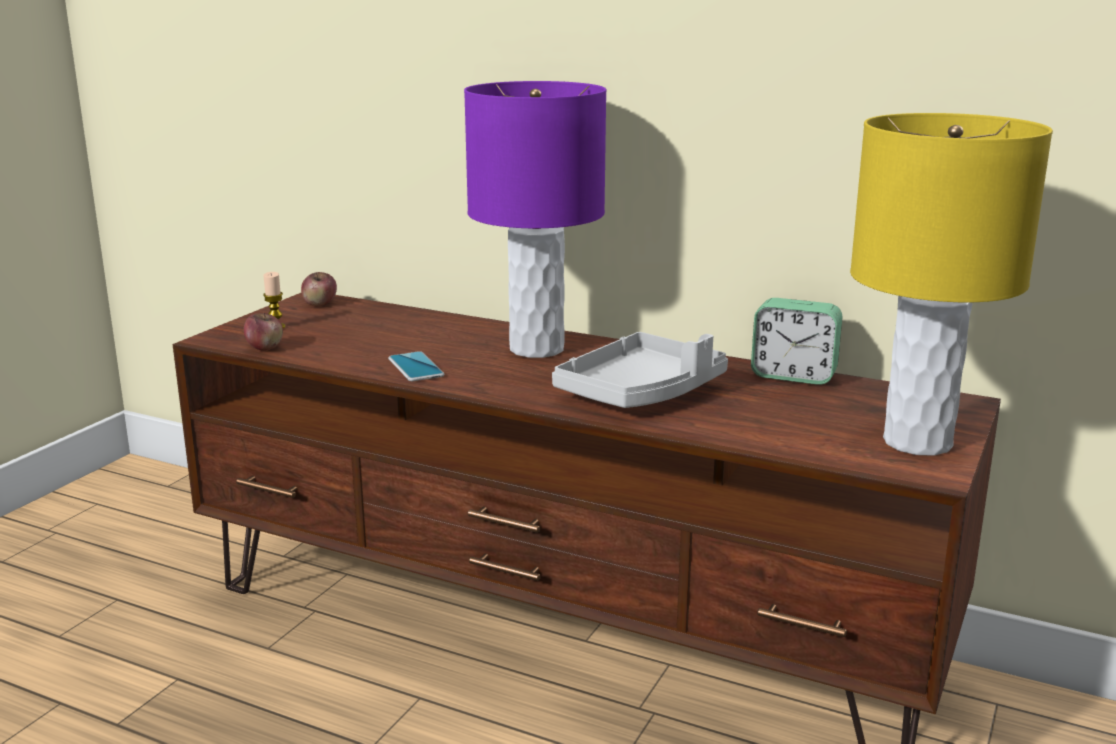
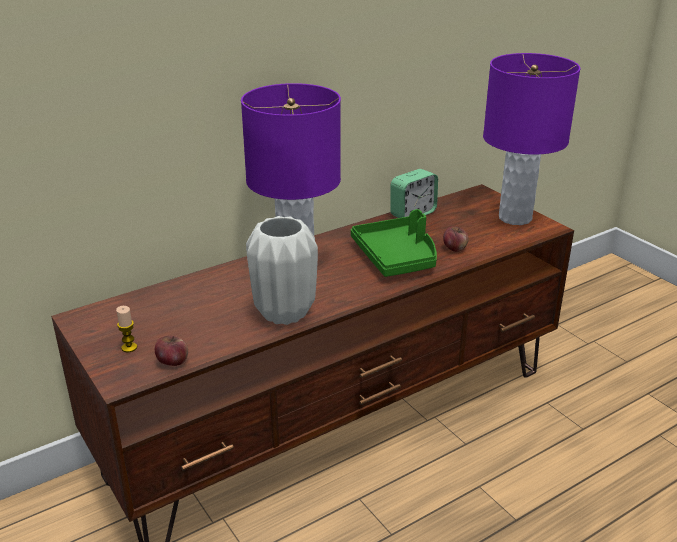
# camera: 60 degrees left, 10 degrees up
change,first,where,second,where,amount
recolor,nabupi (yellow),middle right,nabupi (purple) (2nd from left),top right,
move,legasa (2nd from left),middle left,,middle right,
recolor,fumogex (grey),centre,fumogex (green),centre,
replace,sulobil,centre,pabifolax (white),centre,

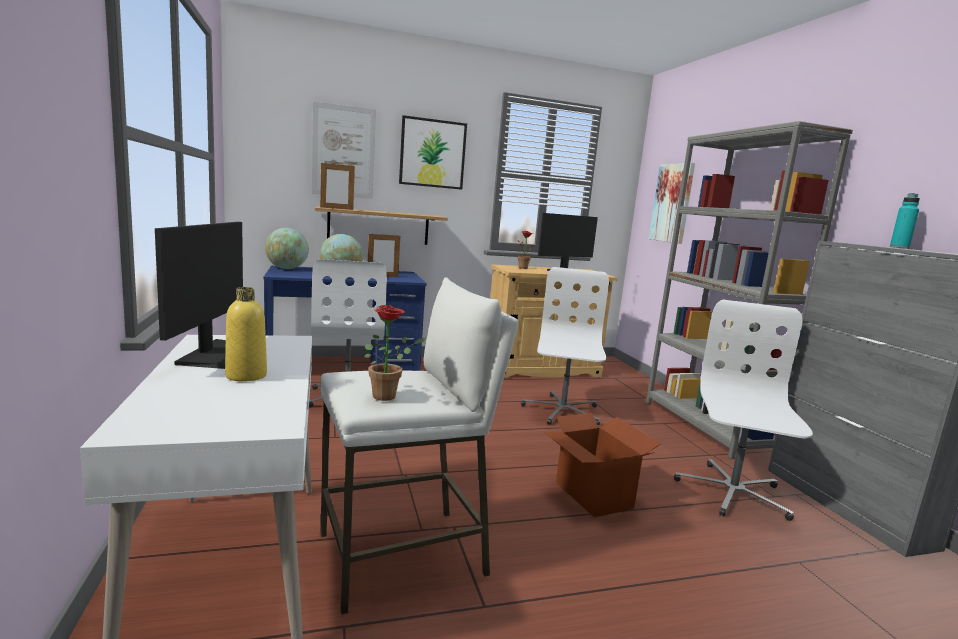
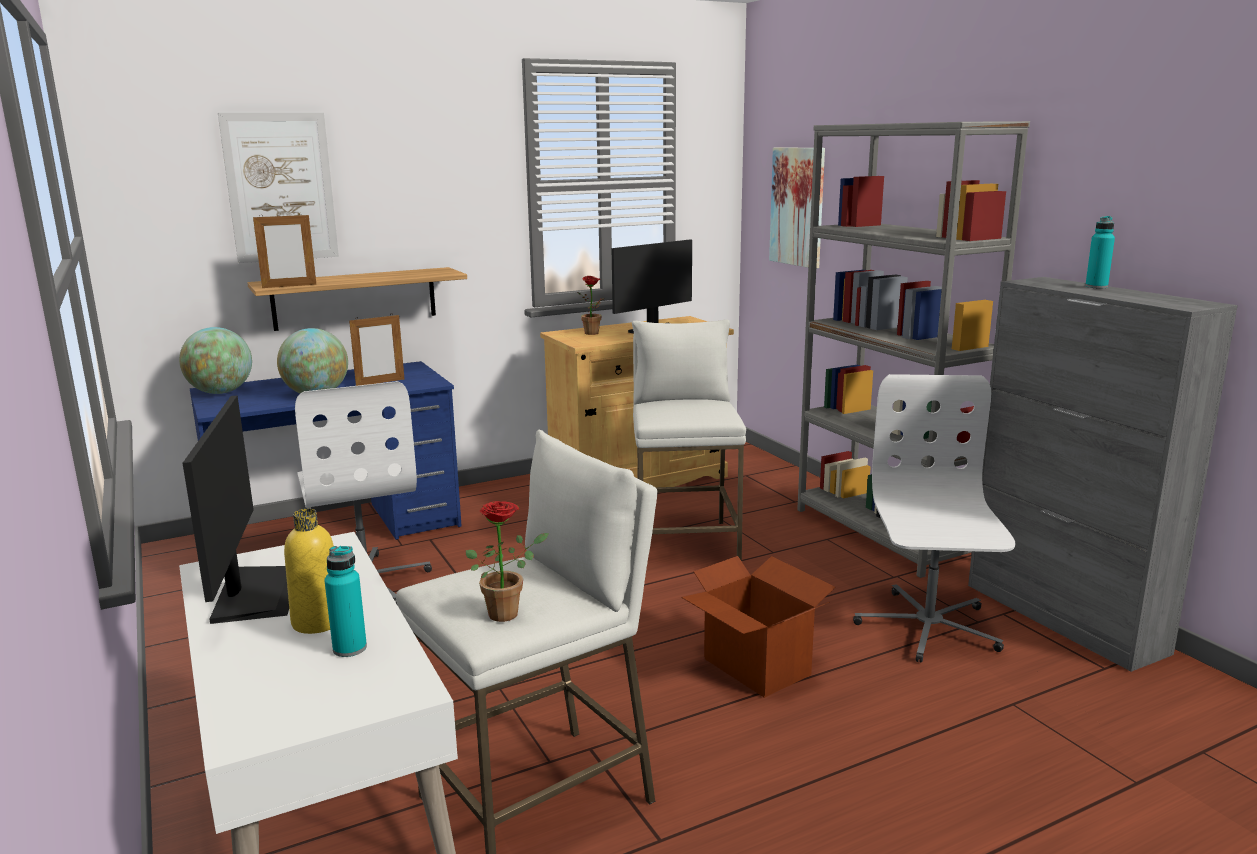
# camera: 10 degrees left, 5 degrees up
change,first,where,second,where,amount
delete,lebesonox (2nd from left),top centre,,,
replace,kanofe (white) (2nd from left),centre,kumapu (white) (2nd from left),centre,
insert,,,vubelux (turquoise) (1st from left),bottom left,

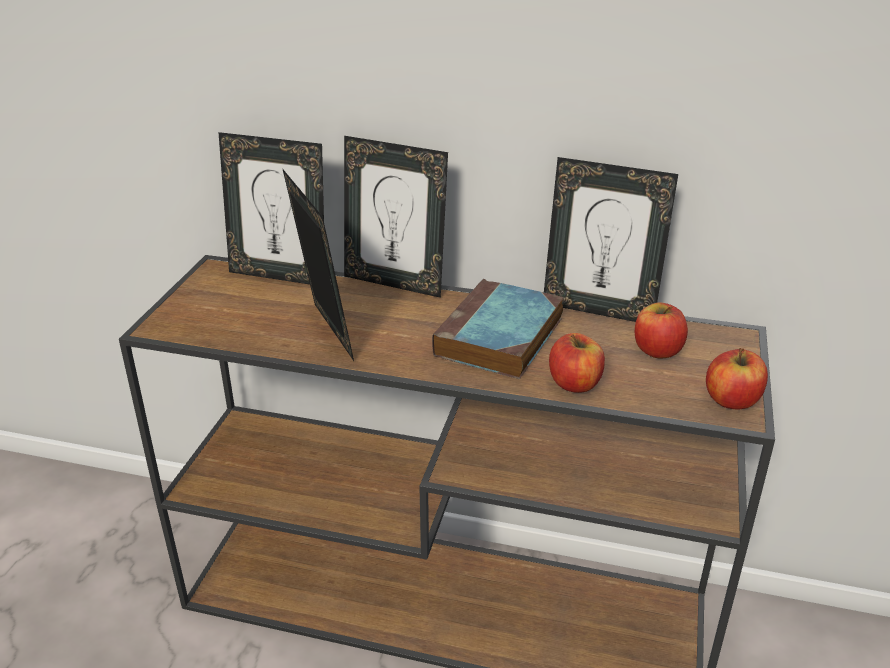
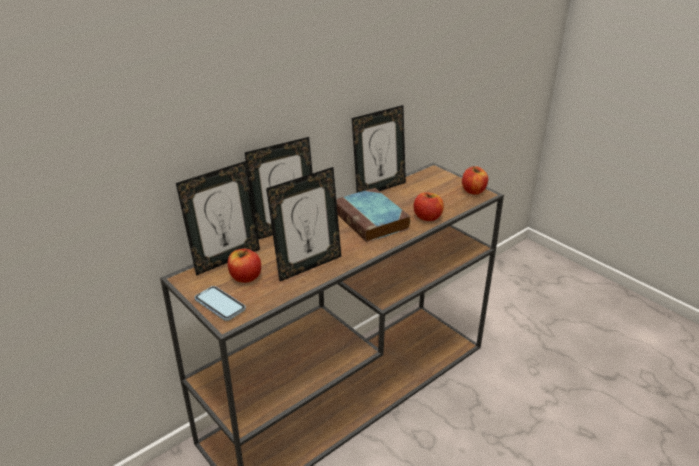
# camera: 55 degrees left, 0 degrees up
change,first,where,second,where,amount
rotate,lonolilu (2nd from left in the first image),centre,lonolilu (3rd from left),centre,135 degrees clockwise
move,legasa (2nd from left in the first image),middle right,legasa (1st from left),centre,
insert,,,sulobil,middle left,

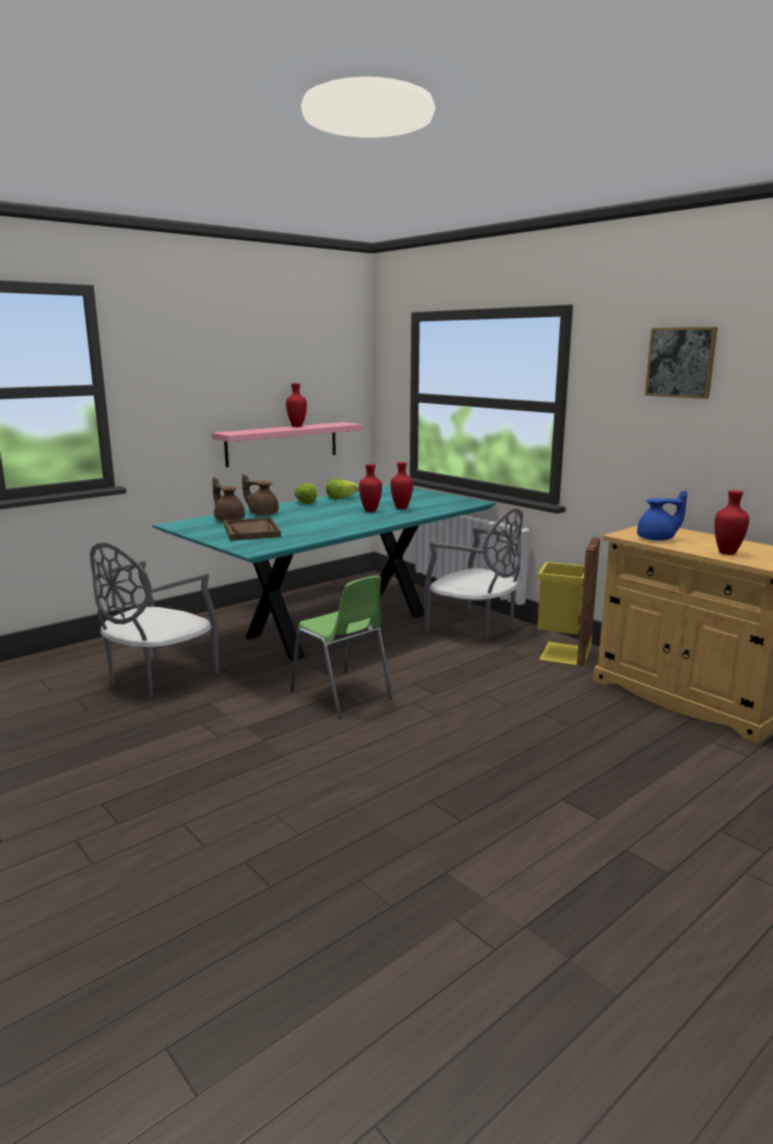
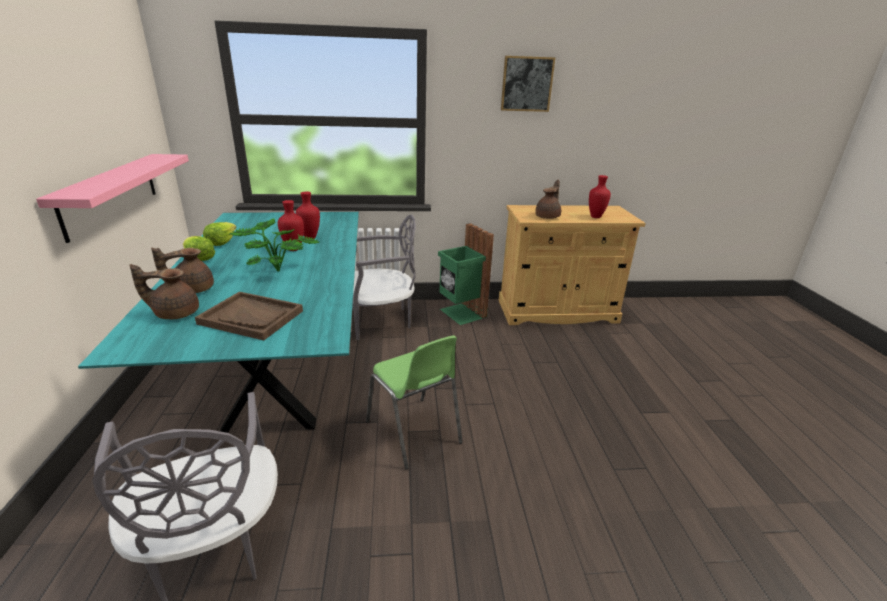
# camera: 55 degrees left, 10 degrees up
change,first,where,second,where,amount
delete,pabifolax (red) (1st from left),centre,,,
recolor,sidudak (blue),middle right,sidudak (brown) (3rd from left),top centre,
recolor,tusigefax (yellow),middle right,tusigefax (green),centre,
rotate,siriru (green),centre,,bottom centre,60 degrees clockwise
insert,,,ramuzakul,middle left,

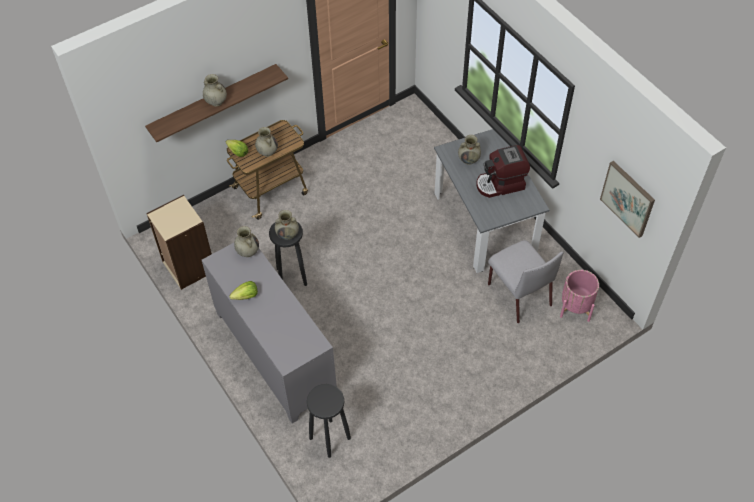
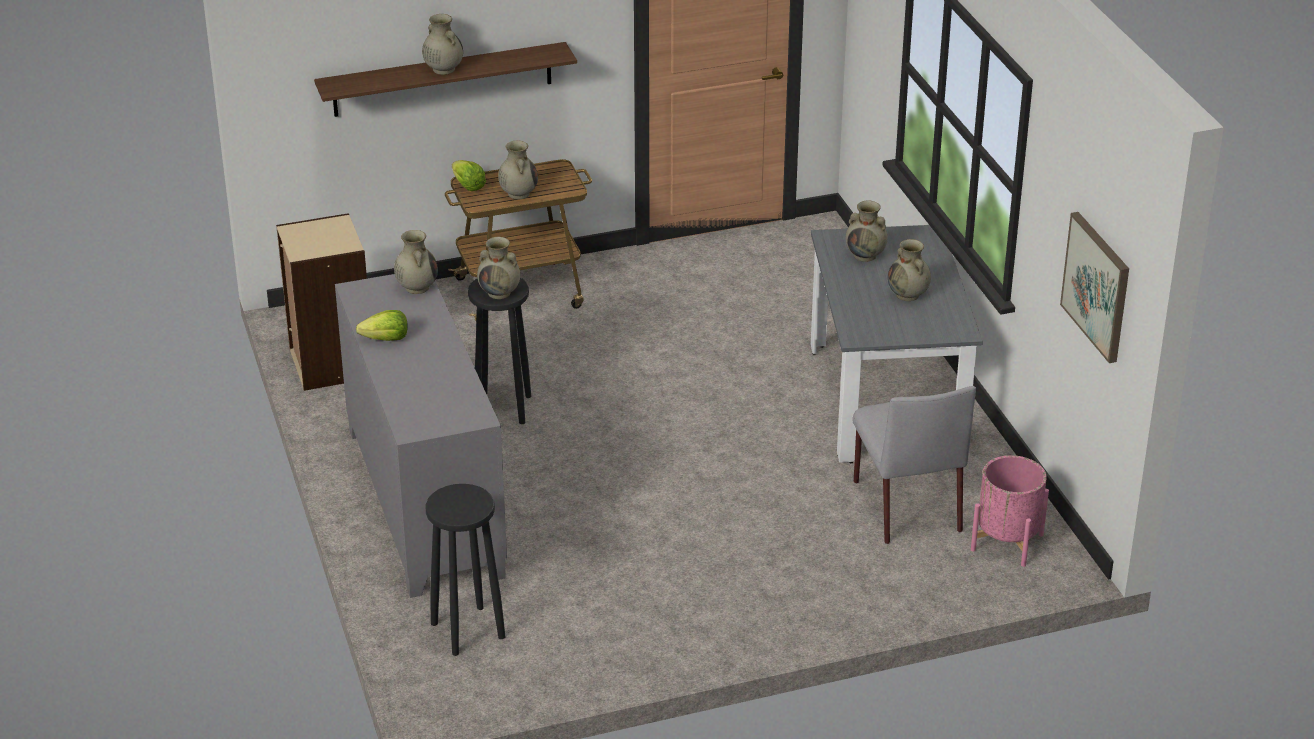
# camera: 15 degrees right, 20 degrees down
change,first,where,second,where,amount
replace,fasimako,middle right,pabifolax (beige) (6th from left),middle right,

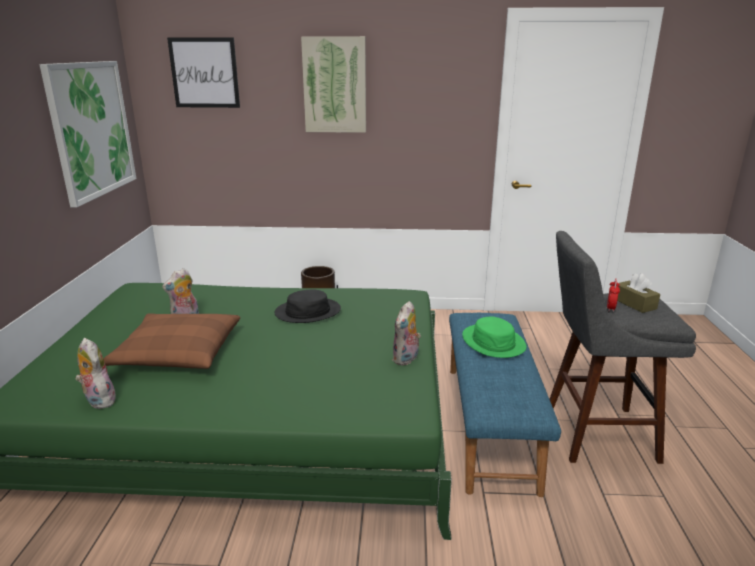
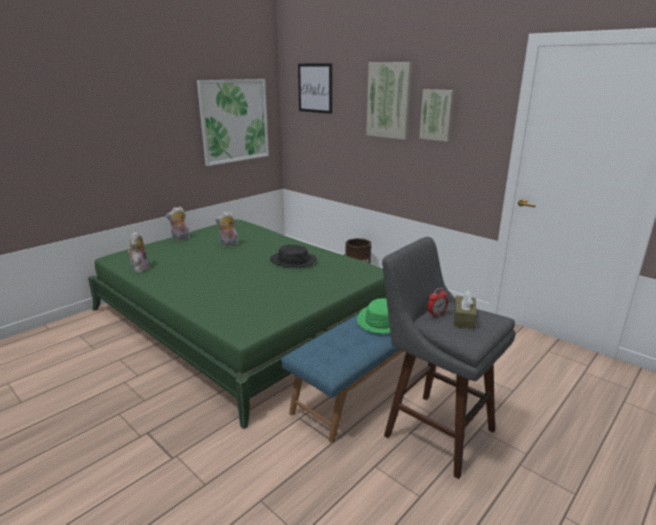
# camera: 40 degrees right, 0 degrees up
change,first,where,second,where,amount
move,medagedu (3rd from left in the first image),centre,medagedu (2nd from left),middle left,
delete,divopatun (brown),middle left,,,
insert,,,lebesonox (4th from left),top centre,

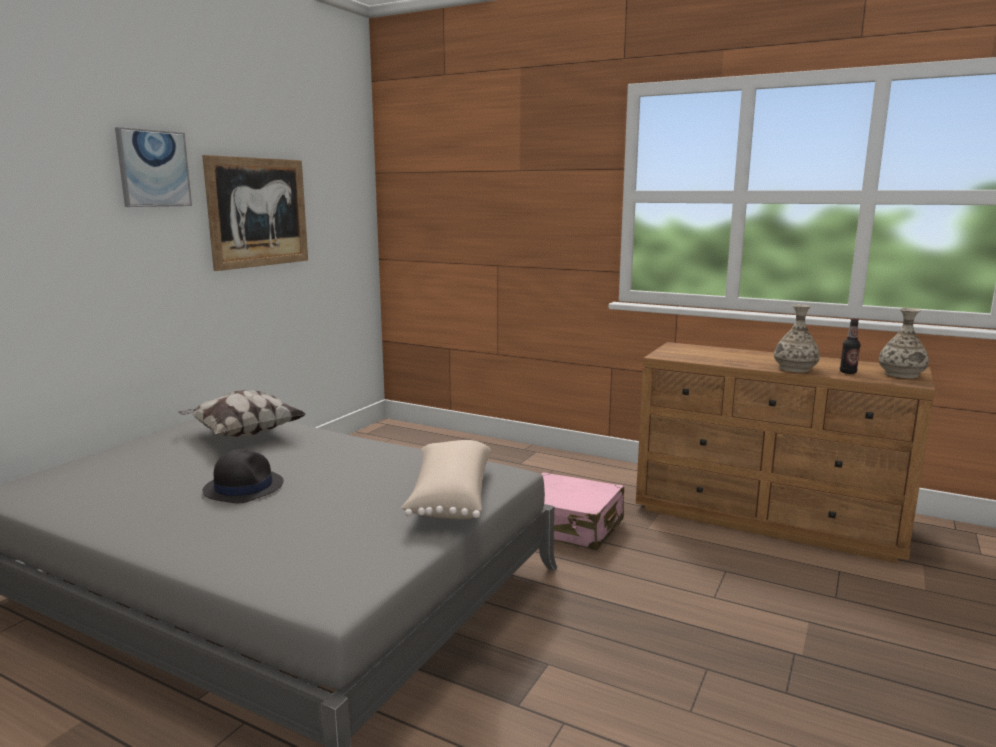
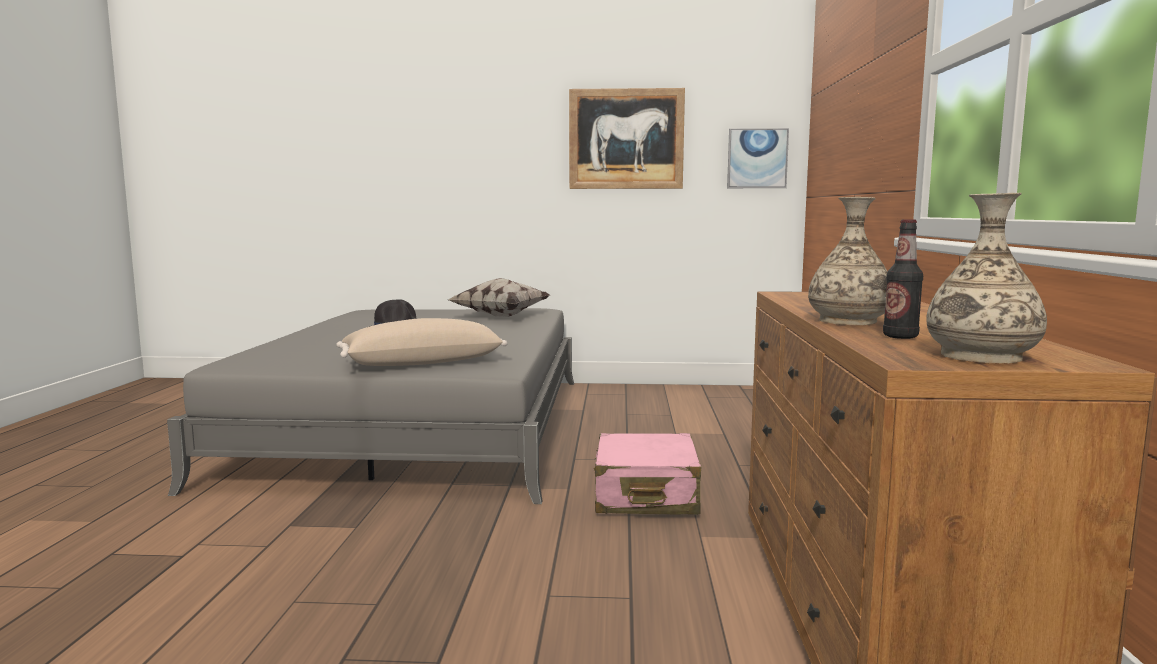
# camera: 65 degrees right, 5 degrees down
change,first,where,second,where,amount
move,lebesonox (1st from left in the first image),top left,lebesonox (2nd from left),top centre,

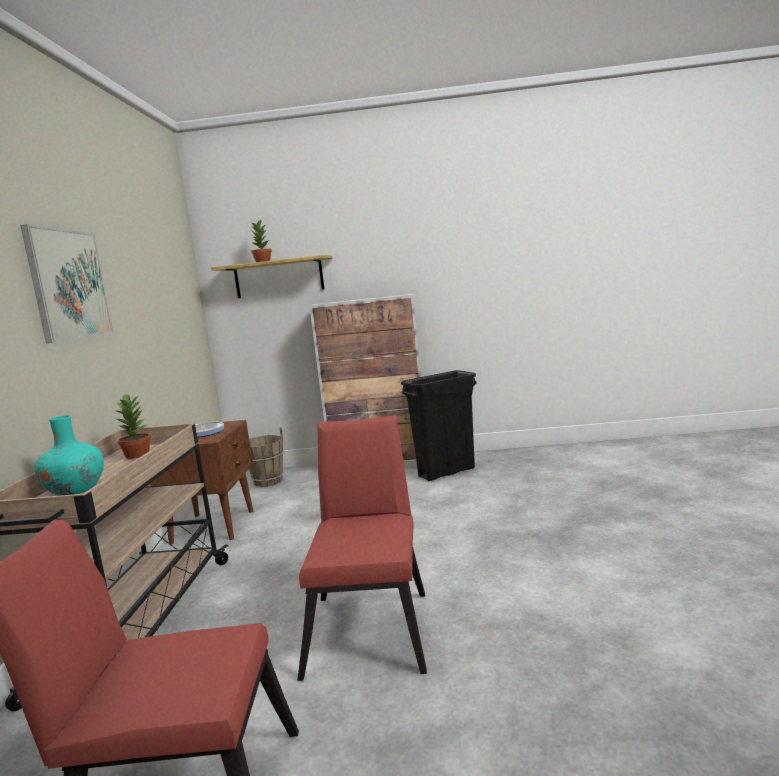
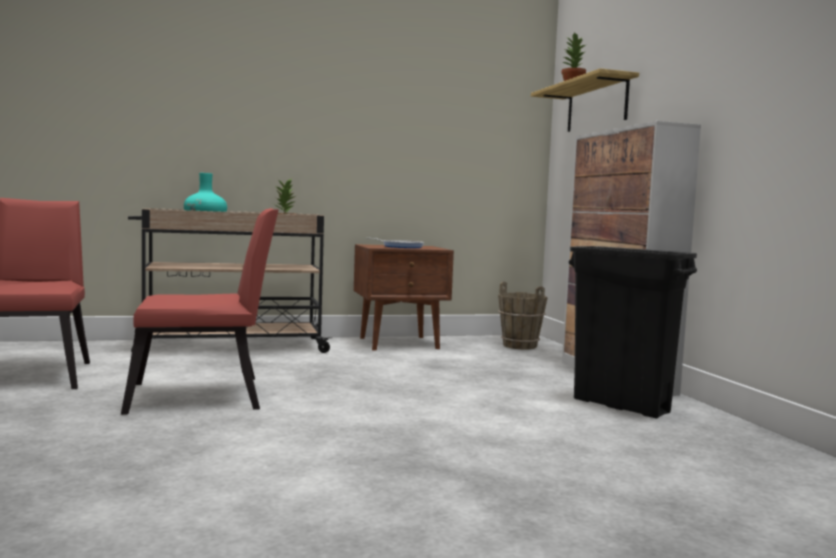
# camera: 70 degrees right, 5 degrees down
change,first,where,second,where,amount
delete,lebesonox,middle left,,,

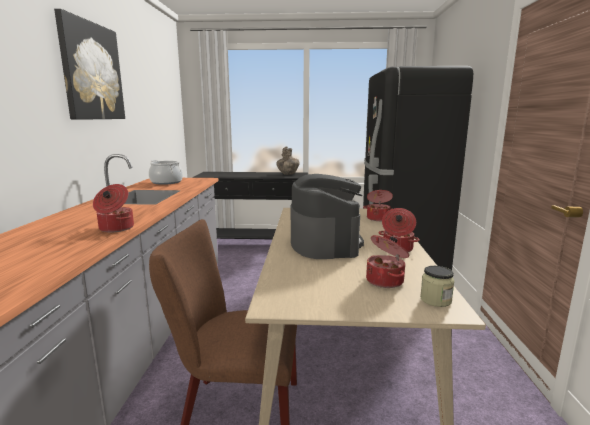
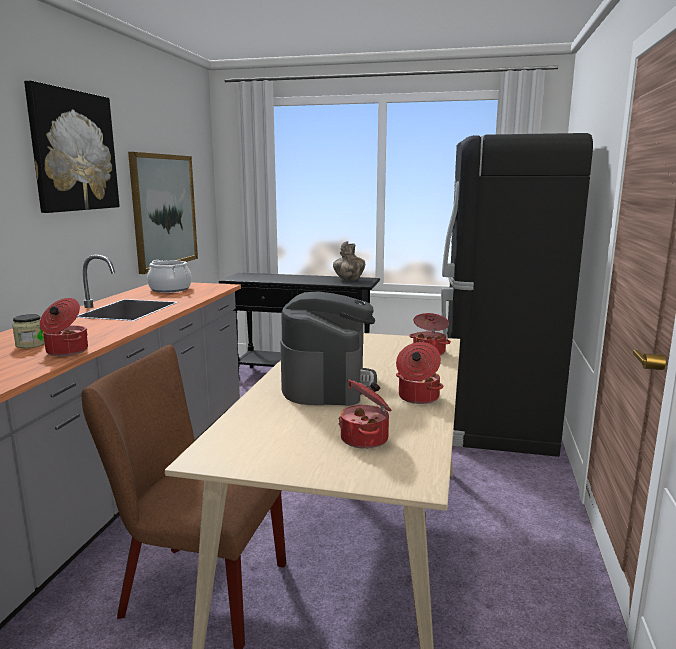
# camera: 10 degrees right, 0 degrees up
change,first,where,second,where,amount
move,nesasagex,bottom right,,middle left,
insert,,,lebesonox (2nd from left),top left,

